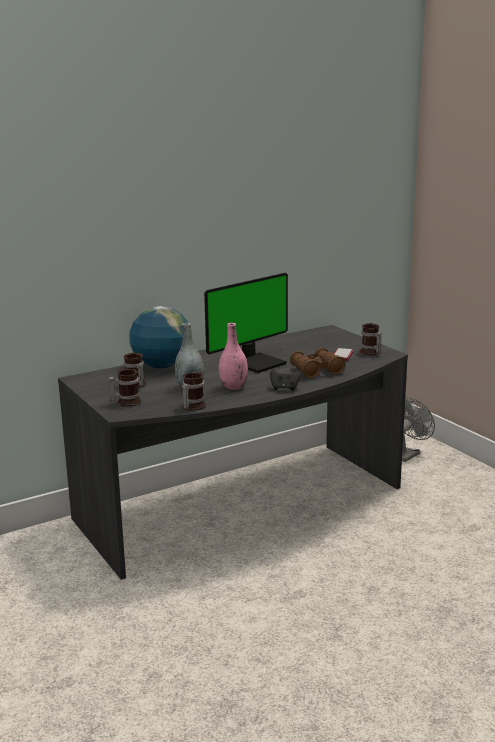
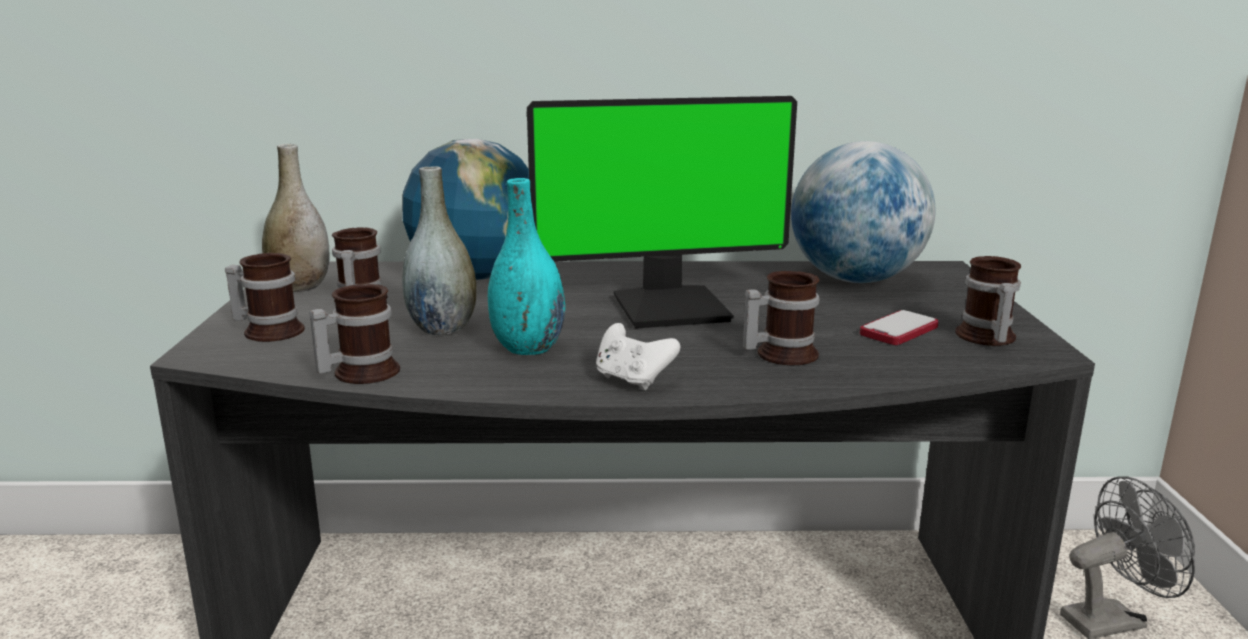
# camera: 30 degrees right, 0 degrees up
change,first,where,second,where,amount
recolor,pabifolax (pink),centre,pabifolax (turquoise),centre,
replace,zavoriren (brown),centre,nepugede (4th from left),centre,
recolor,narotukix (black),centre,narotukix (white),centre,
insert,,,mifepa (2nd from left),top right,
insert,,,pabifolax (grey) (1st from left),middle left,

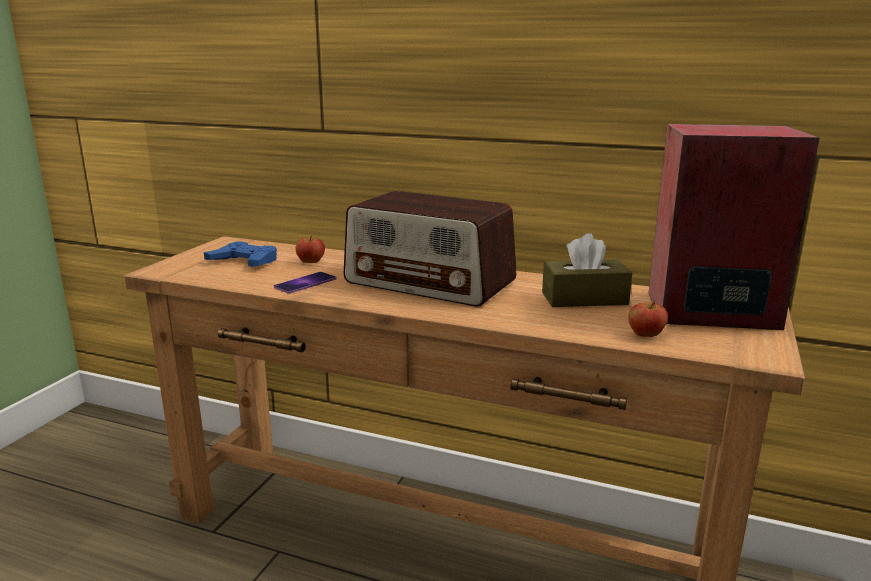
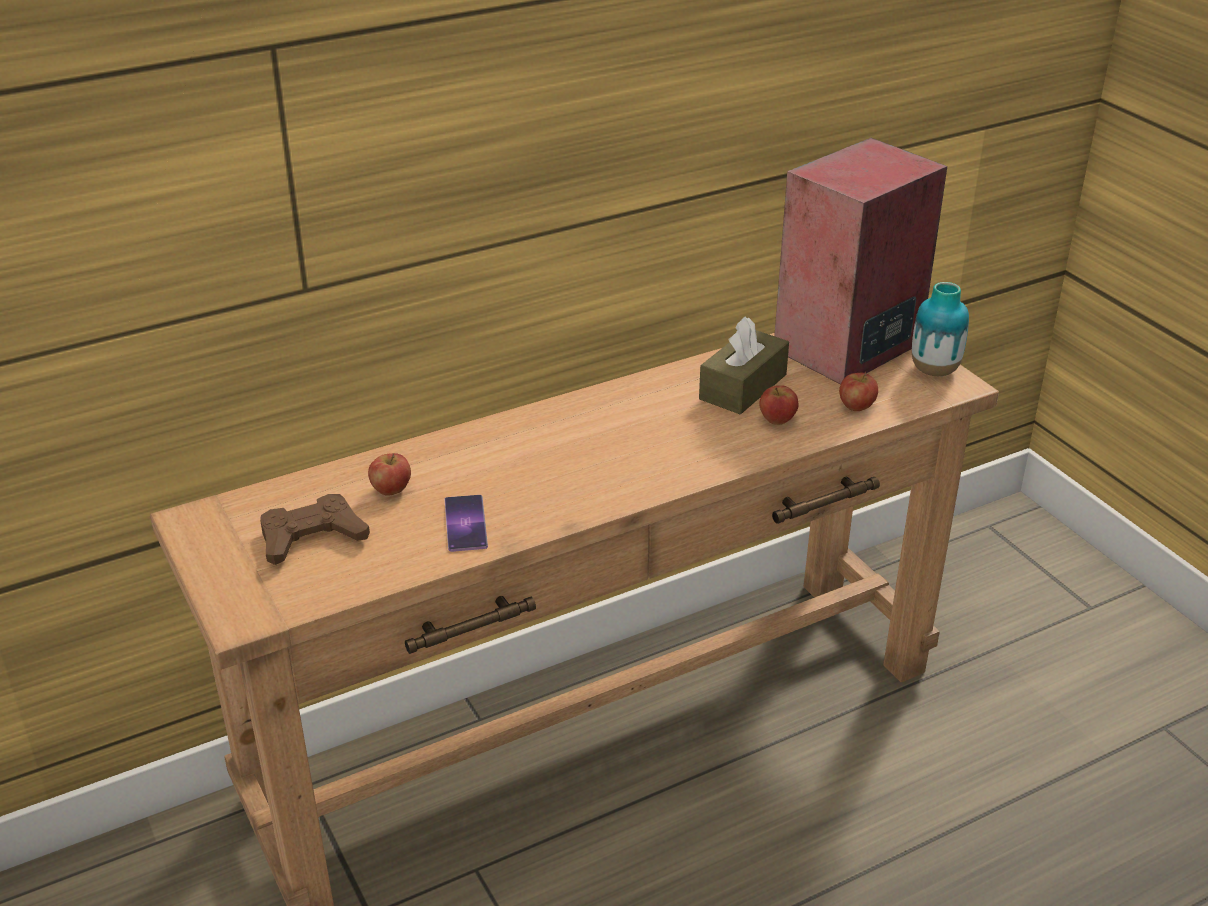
# camera: 50 degrees left, 15 degrees up
change,first,where,second,where,amount
delete,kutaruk,centre,,,
recolor,narotukix (blue),middle left,narotukix (brown),middle left,
insert,,,pabifolax,middle right,
insert,,,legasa (2nd from left),centre,

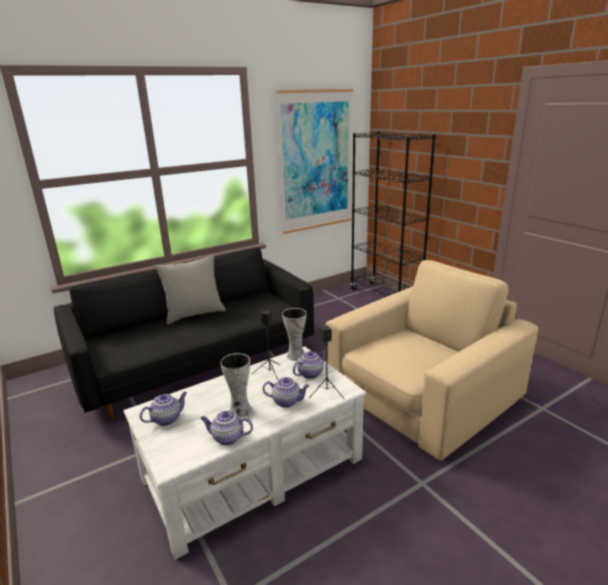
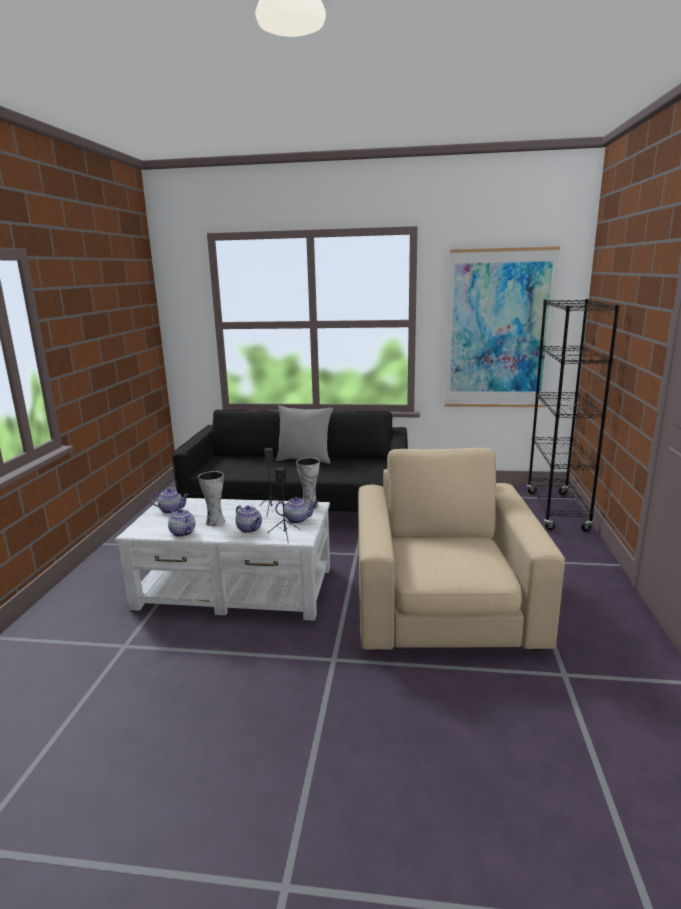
# camera: 40 degrees right, 5 degrees down
change,first,where,second,where,amount
rotate,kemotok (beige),middle right,,middle right,90 degrees counterclockwise

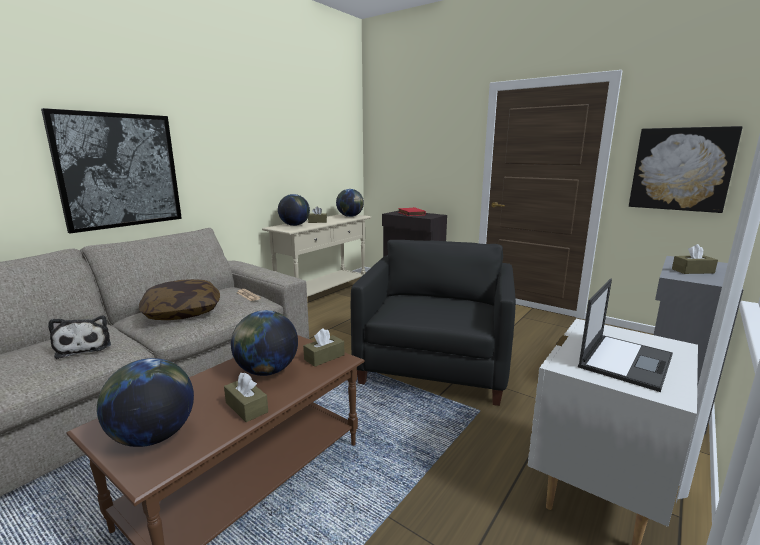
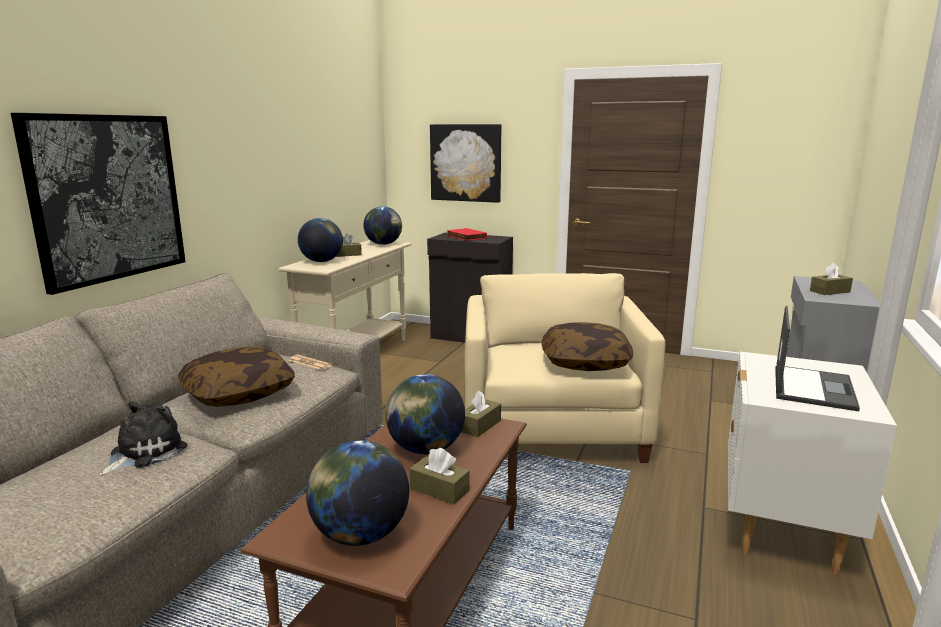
# camera: 15 degrees left, 0 degrees up
change,first,where,second,where,amount
move,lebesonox (2nd from left),top right,,top centre,
recolor,kemotok (black),centre,kemotok (beige),centre,
rotate,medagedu,middle left,,bottom left,105 degrees counterclockwise
insert,,,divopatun (2nd from left),centre,

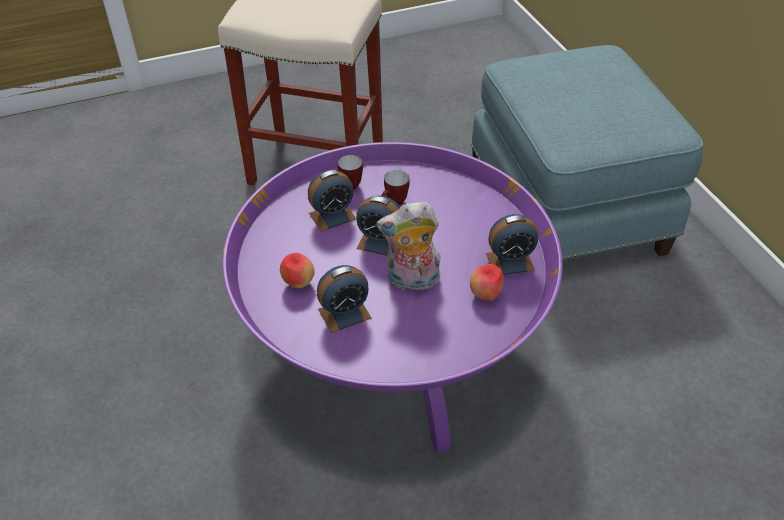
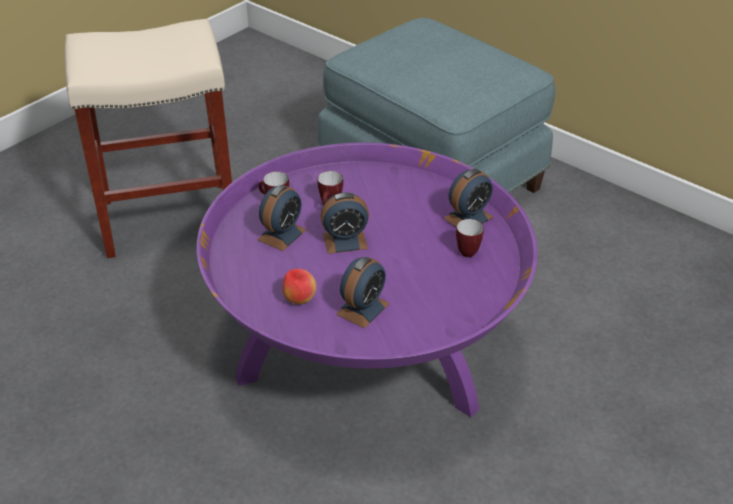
# camera: 30 degrees left, 5 degrees down
change,first,where,second,where,amount
delete,medagedu,centre,,,
replace,legasa (2nd from left),centre,nepugede (3rd from left),centre,

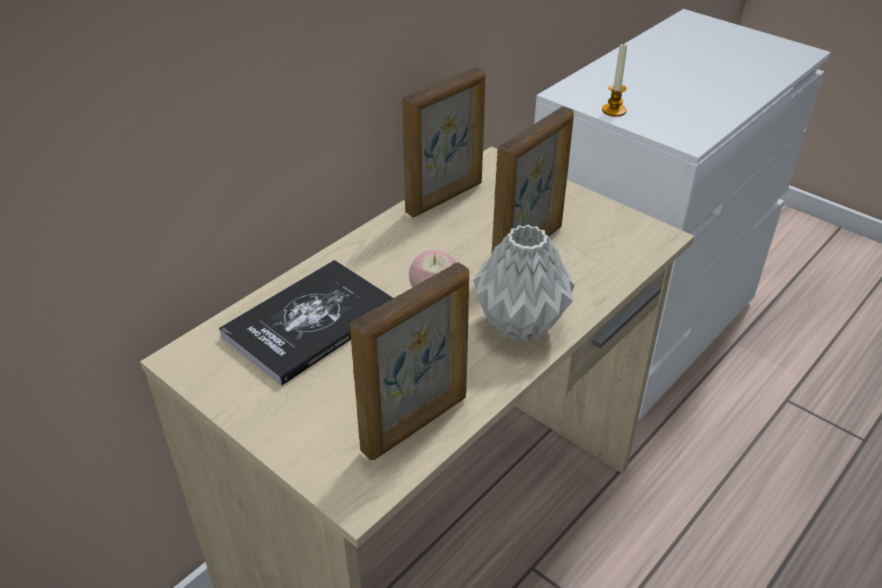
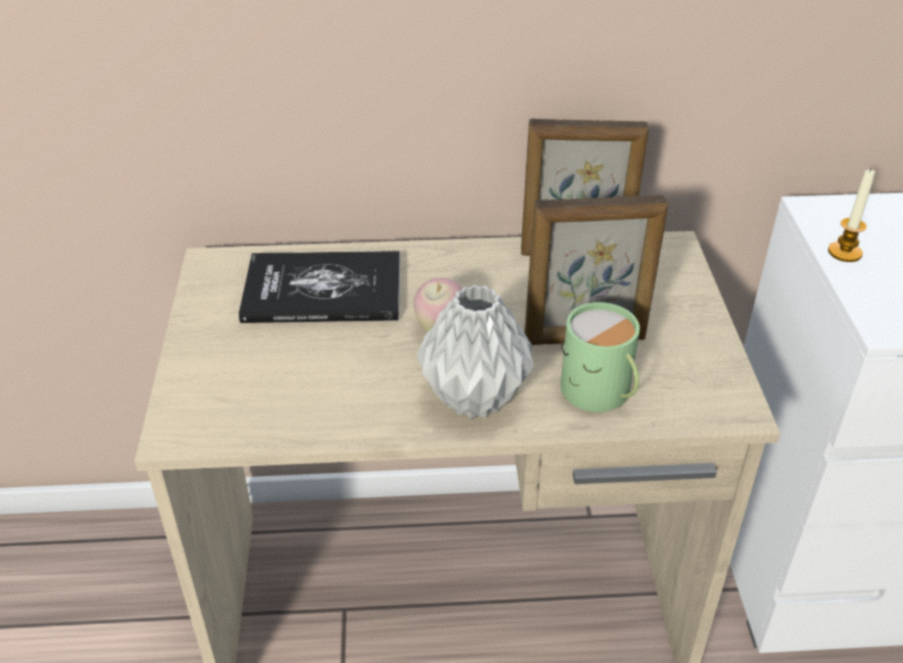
# camera: 45 degrees right, 0 degrees up
change,first,where,second,where,amount
delete,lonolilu (1st from left),centre,,,
insert,,,nepugede (green),centre,

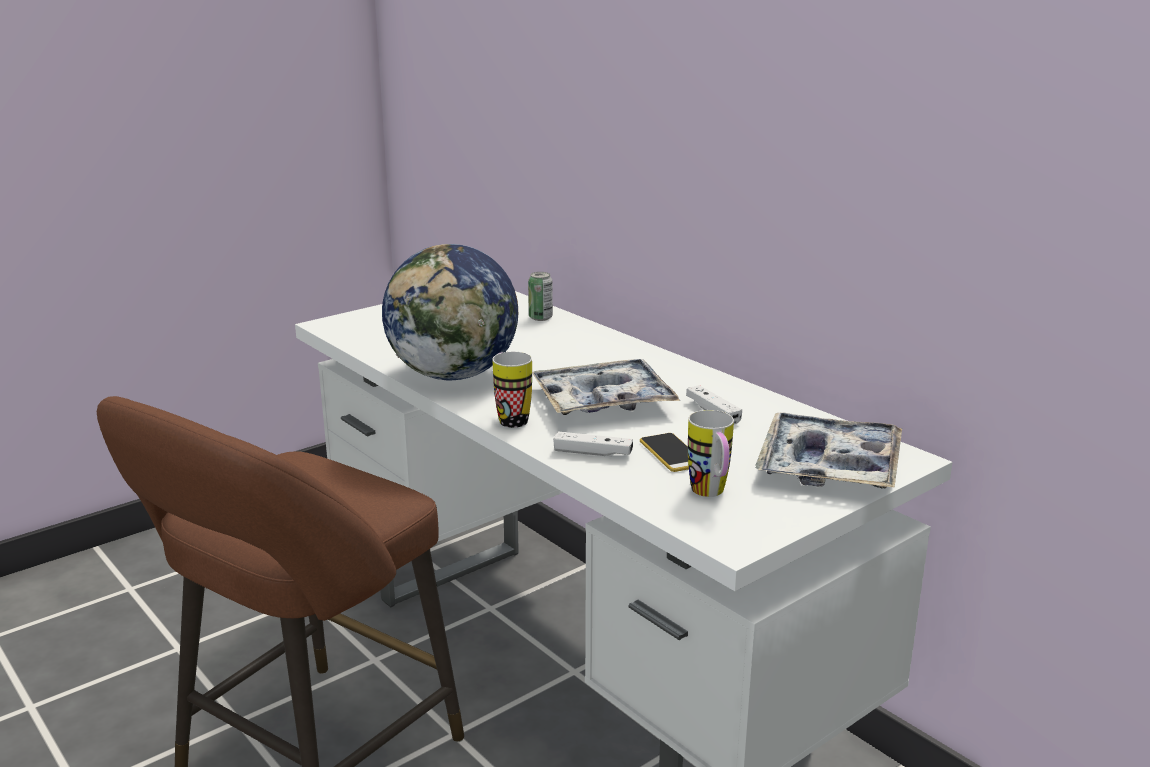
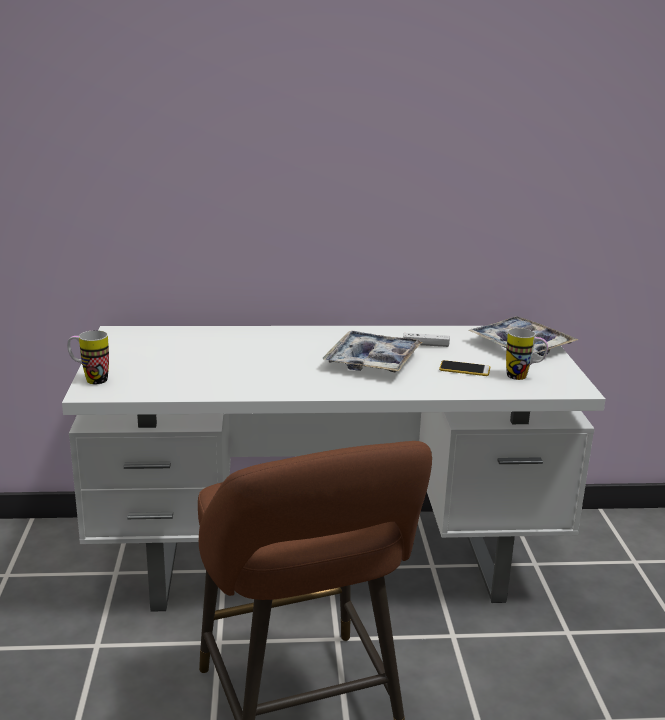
# camera: 55 degrees left, 0 degrees up
change,first,where,second,where,amount
delete,mifepa,centre,,,
delete,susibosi,centre,,,
move,nepugede (1st from left),centre,,middle left,
delete,narotukix (white) (1st from left),centre,,,

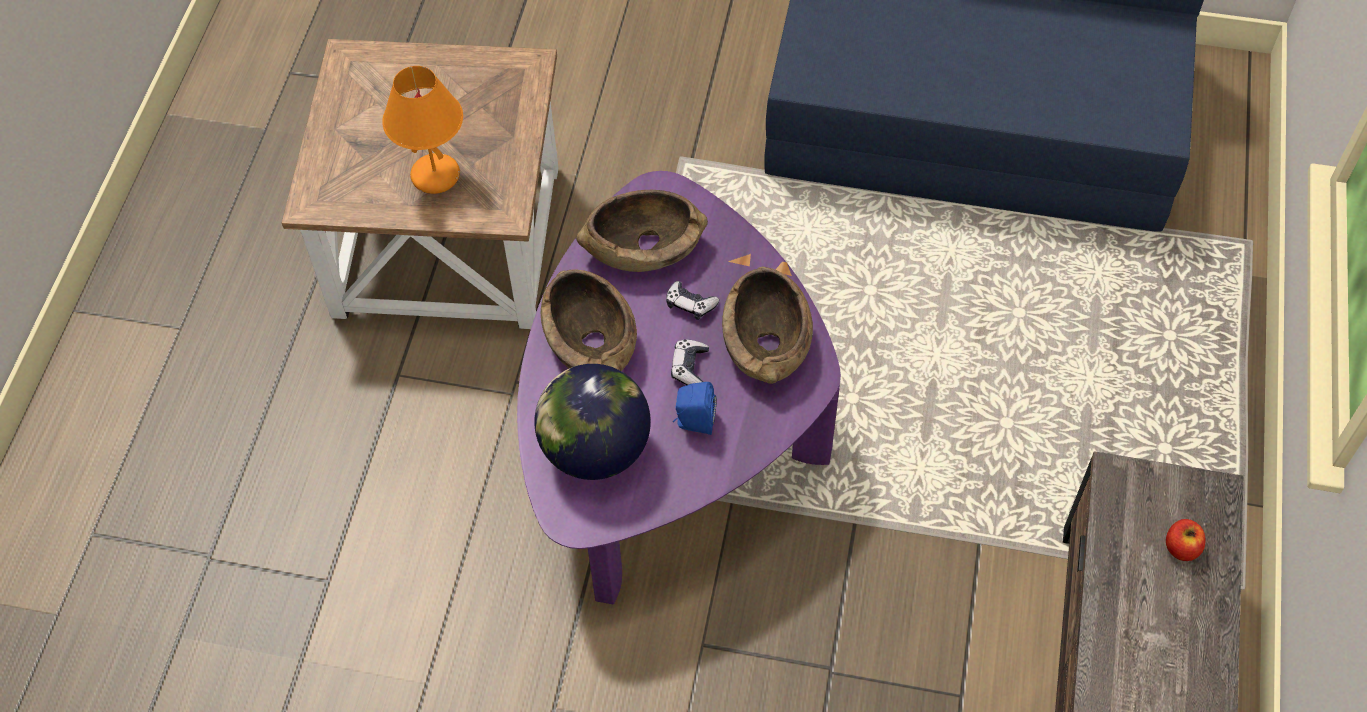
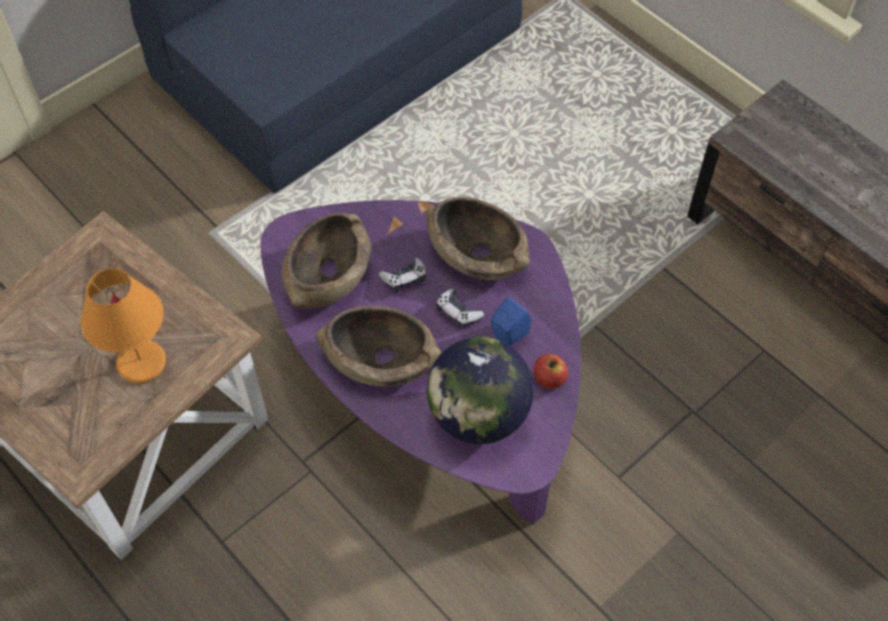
# camera: 55 degrees left, 0 degrees up
change,first,where,second,where,amount
move,legasa,bottom right,,centre,

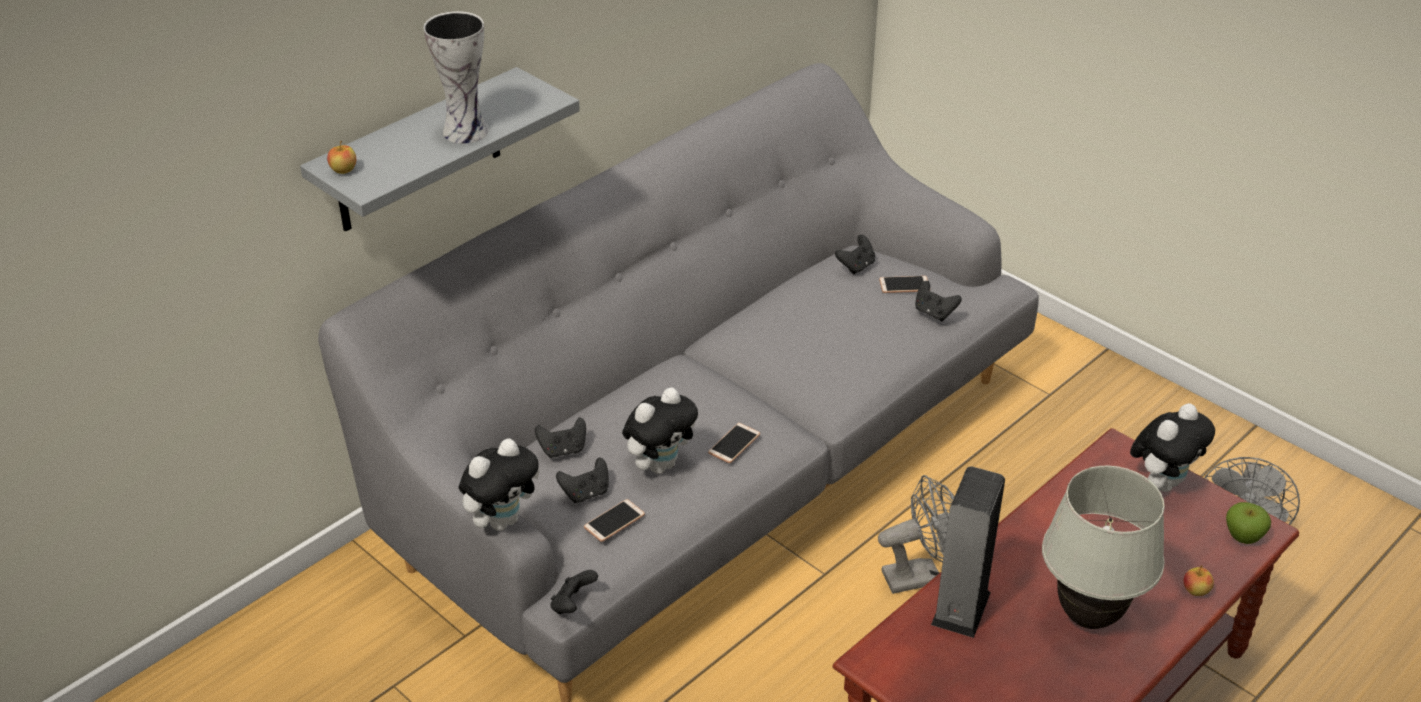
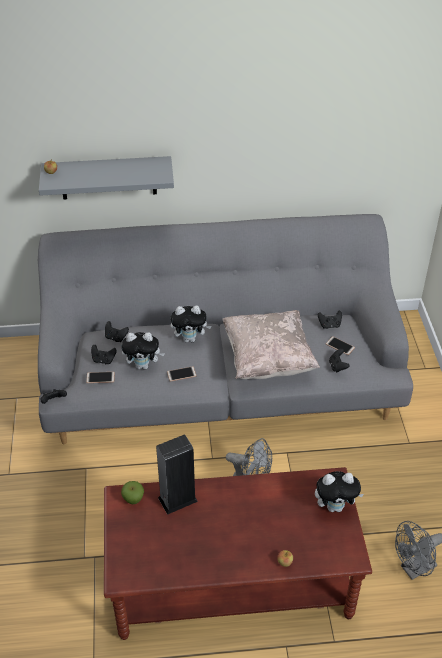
# camera: 40 degrees right, 5 degrees up
change,first,where,second,where,amount
delete,pabifolax,top left,,,
move,medagedu (1st from left in the first image),bottom centre,medagedu (2nd from left),centre,
delete,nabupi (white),bottom right,,,
move,legasa (3rd from left in the first image),bottom right,legasa (2nd from left),bottom left,
insert,,,divopatun (beige),centre,

